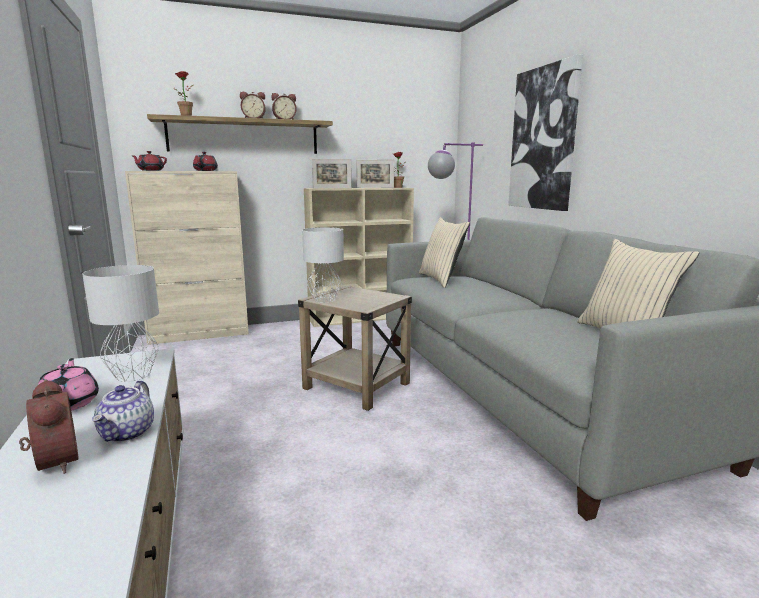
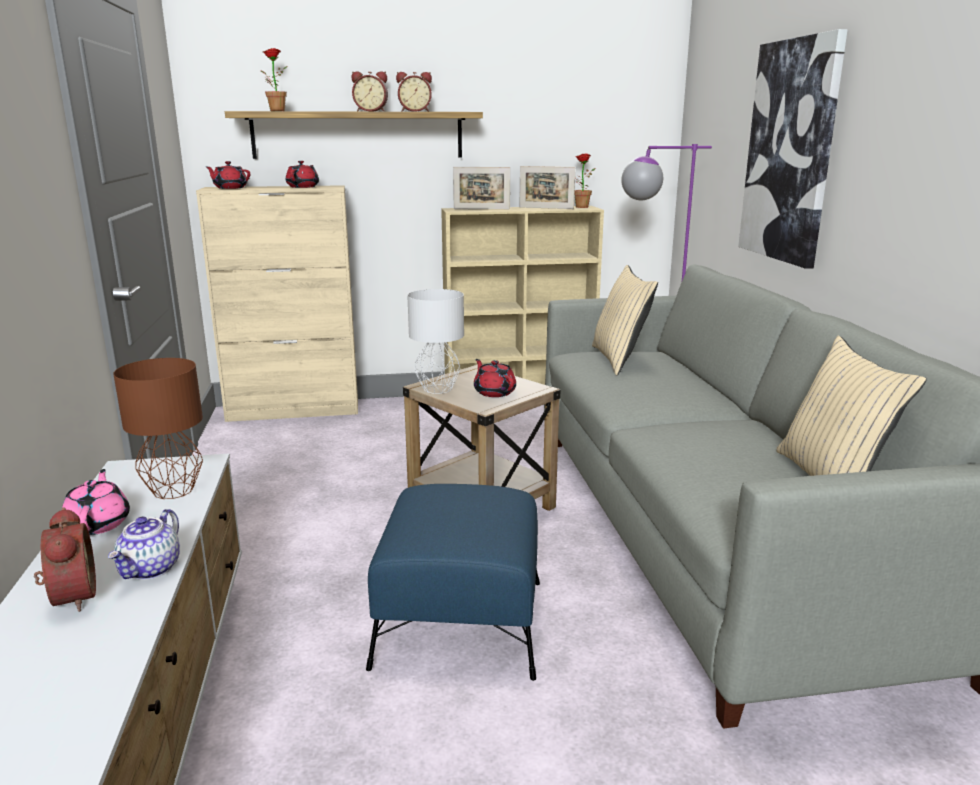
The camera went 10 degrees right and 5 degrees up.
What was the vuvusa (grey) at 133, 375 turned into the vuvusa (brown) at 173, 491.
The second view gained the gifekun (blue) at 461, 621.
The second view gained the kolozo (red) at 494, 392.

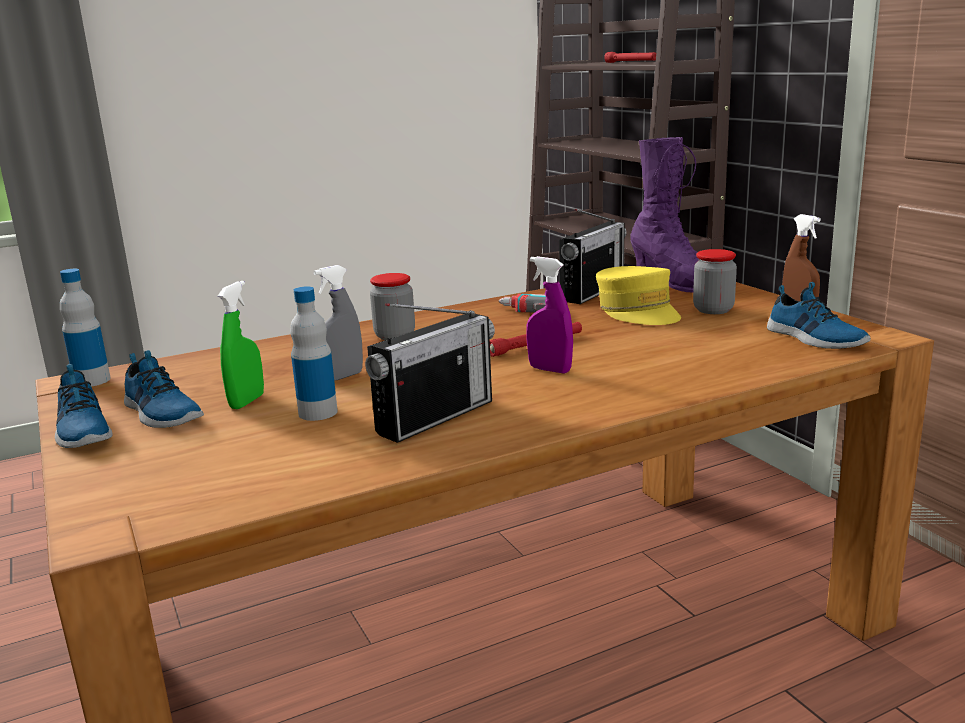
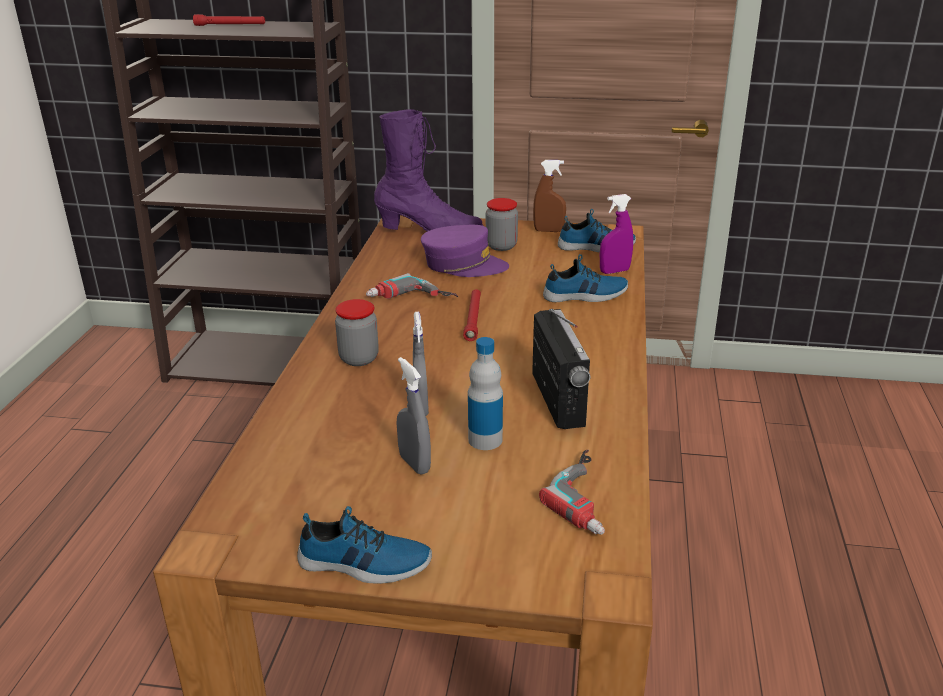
The camera went 55 degrees left and 10 degrees up.
What was the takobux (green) at 247, 402 turned into the takobux (grey) at 414, 464.
What was the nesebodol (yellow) at 638, 311 turned into the nesebodol (purple) at 463, 265.
The second view gained the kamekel at 591, 498.
The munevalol ended up elsewhere, having gone from 161, 414 to 585, 295.
The takobux (purple) ended up elsewhere, having gone from 550, 369 to 614, 271.
The second view lost the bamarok at 92, 380.
The second view lost the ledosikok at 592, 292.

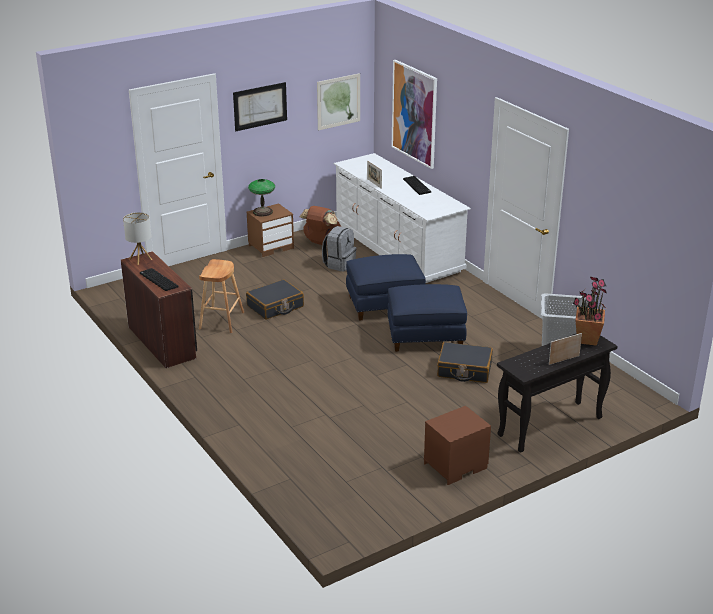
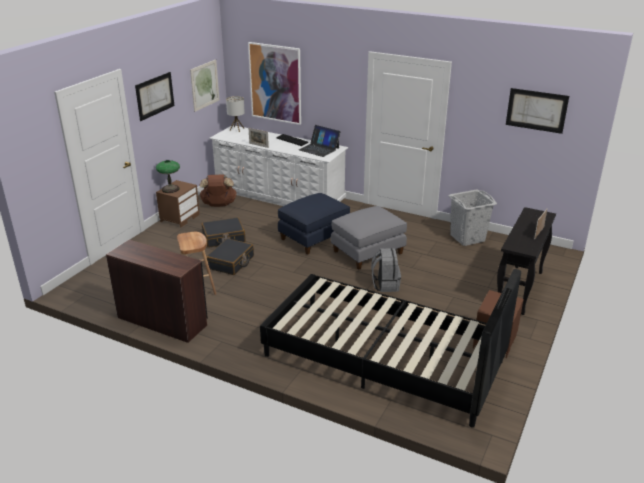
The camera went 30 degrees left and 0 degrees up.
The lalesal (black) ended up elsewhere, having gone from 464, 370 to 223, 238.
The vuvusa ended up elsewhere, having gone from 140, 259 to 236, 129.
The second view gained the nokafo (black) at 383, 359.
The second view gained the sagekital at 319, 149.
What was the gifekun (blue) at 425, 337 turned into the gifekun (grey) at 368, 253.
The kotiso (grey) ended up elsewhere, having gone from 339, 264 to 385, 285.
The second view gained the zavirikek at 536, 110.
The second view lost the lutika at 157, 280.
The second view lost the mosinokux at 587, 339.

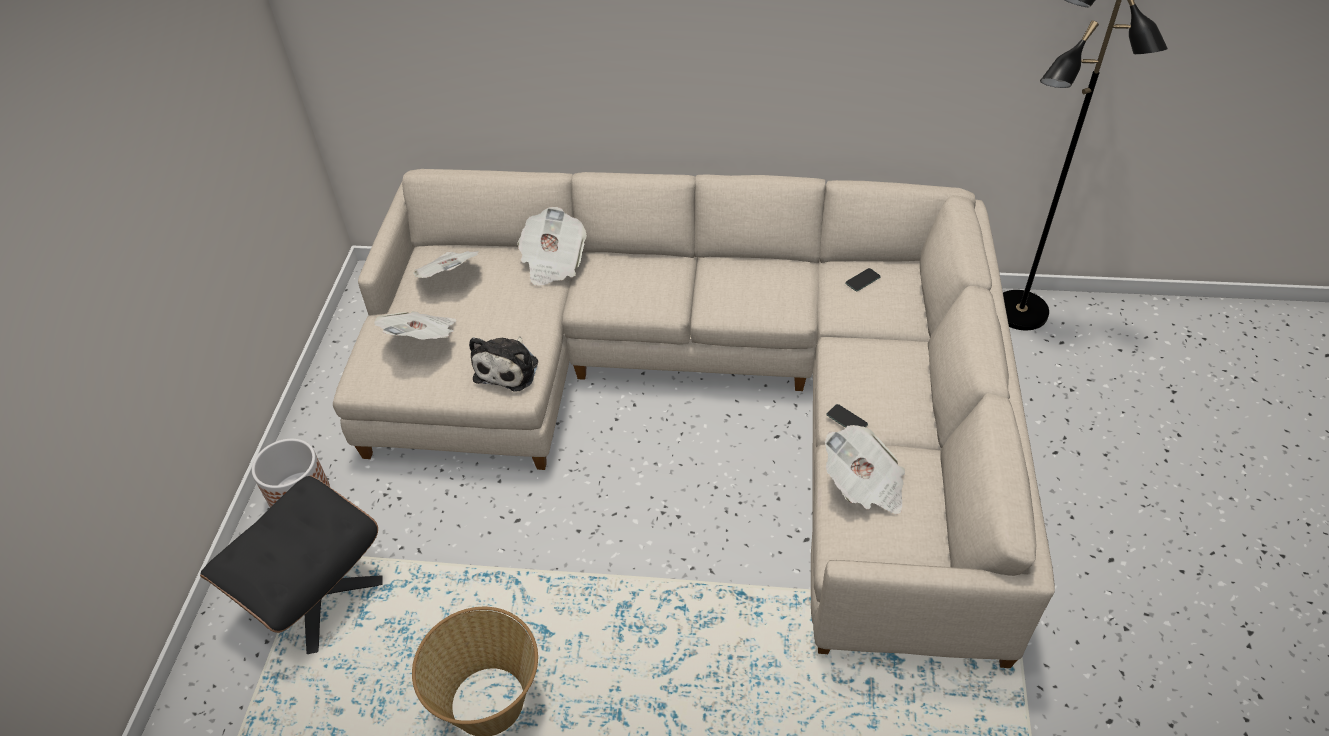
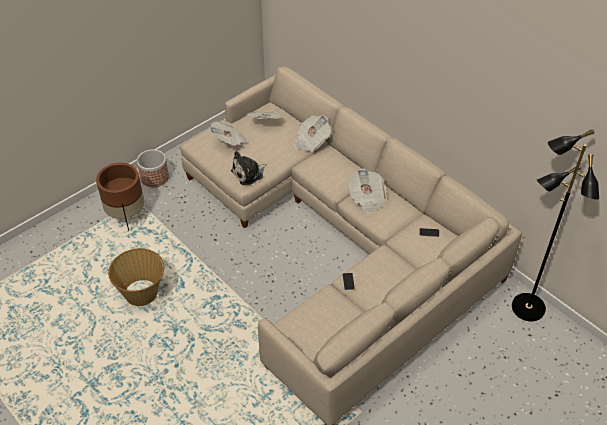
The camera went 40 degrees right and 0 degrees up.
Where the gifekun (black) stood at 315, 593, the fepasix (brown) came to stand at 126, 215.
The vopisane ended up elsewhere, having gone from 864, 485 to 367, 199.

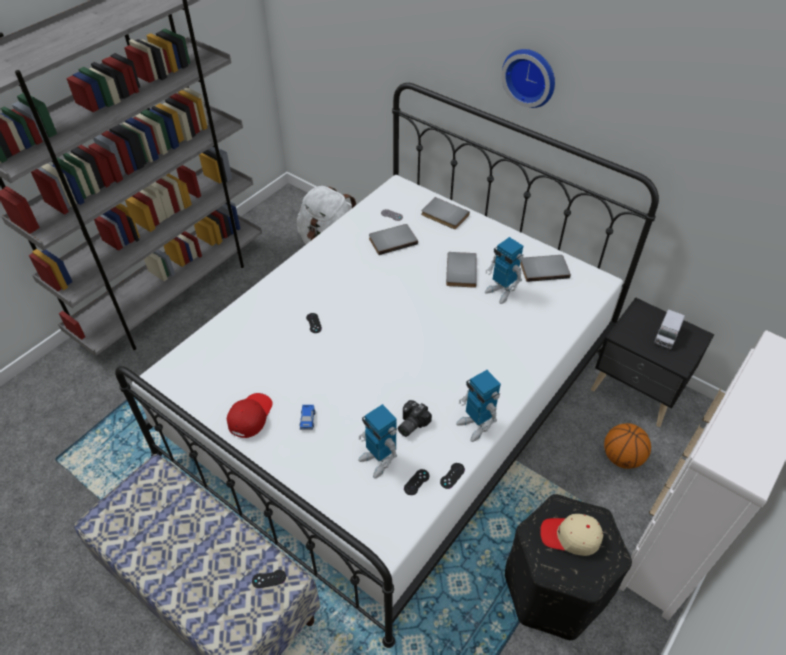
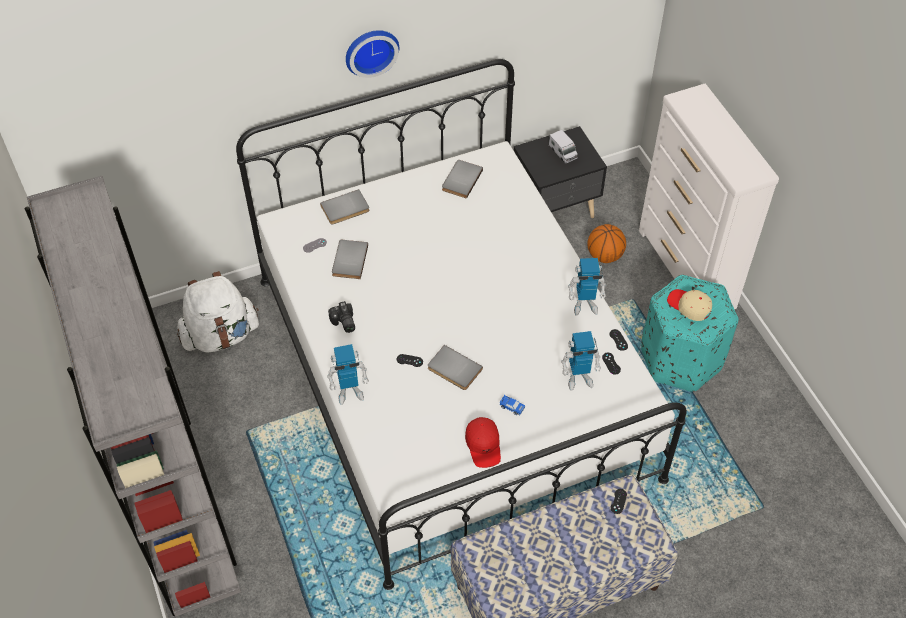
The camera went 60 degrees left and 5 degrees up.
The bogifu ended up elsewhere, having gone from 500, 292 to 349, 391.
The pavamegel ended up elsewhere, having gone from 410, 424 to 343, 323.
The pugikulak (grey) ended up elsewhere, having gone from 459, 271 to 453, 370.
The nesebodol (red) at 250, 417 ended up facing another way, 150 degrees counterclockwise from before.
What was the gifekun (black) at 554, 590 turned into the gifekun (turquoise) at 681, 359.
The nesebodol (beige) at 570, 536 ended up facing another way, 90 degrees clockwise from before.

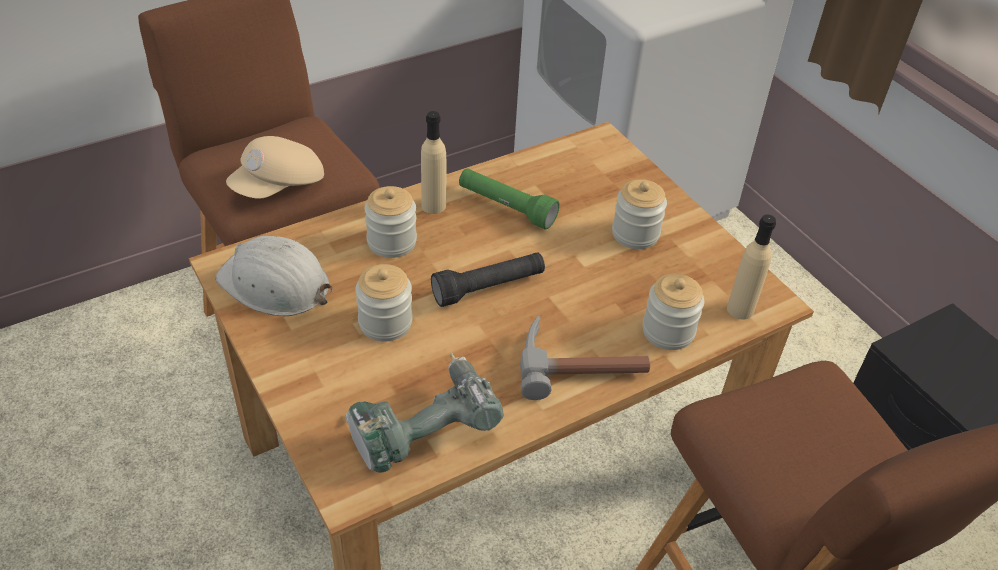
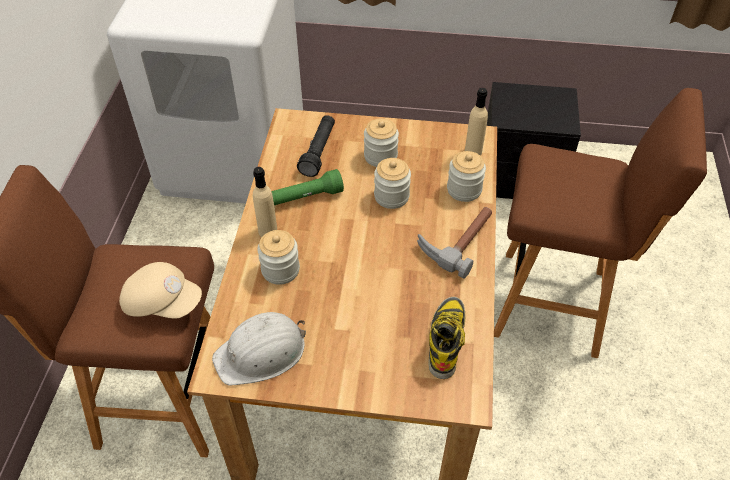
The camera went 50 degrees left and 5 degrees up.
The nesebodol (beige) at 279, 186 ended up facing another way, 60 degrees counterclockwise from before.
The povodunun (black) ended up elsewhere, having gone from 488, 288 to 318, 151.
The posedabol ended up elsewhere, having gone from 385, 322 to 391, 196.
Where the kamekel stood at 421, 426, the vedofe came to stand at 446, 339.

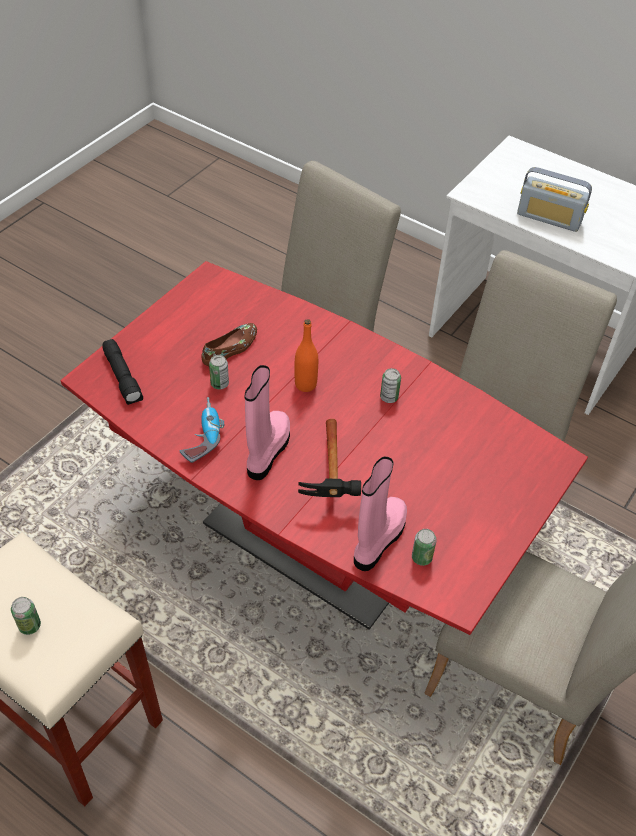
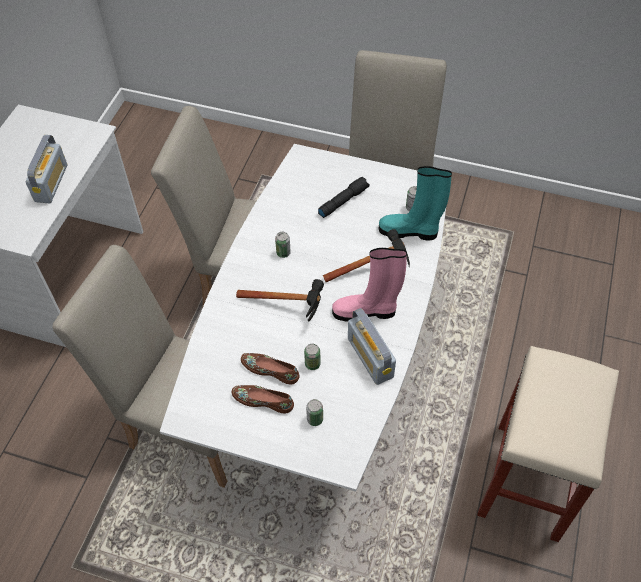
The camera went 105 degrees left and 5 degrees up.
What was the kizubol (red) at 312, 541 turned into the kizubol (white) at 321, 377.
The second view gained the munevalol (brown) at 263, 400.
Where the bamarok (orange) stood at 305, 384, the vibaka came to stand at 290, 306.
The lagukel ended up elsewhere, having gone from 30, 625 to 315, 419.
The povodunun (black) ended up elsewhere, having gone from 123, 377 to 343, 201.
Where the kamekel stood at 202, 435, the ledosikok came to stand at 370, 357.
What was the vedofe (pink) at 378, 539 turned into the vedofe (turquoise) at 410, 231.

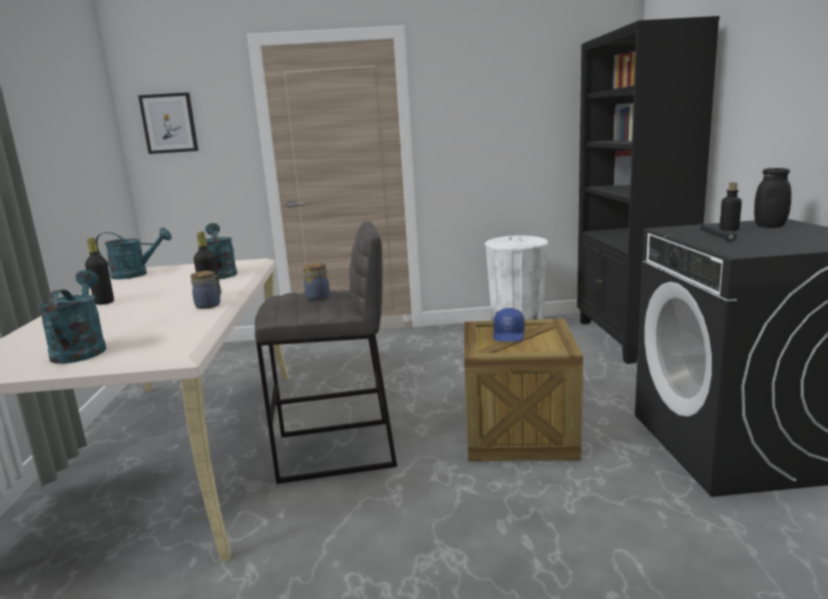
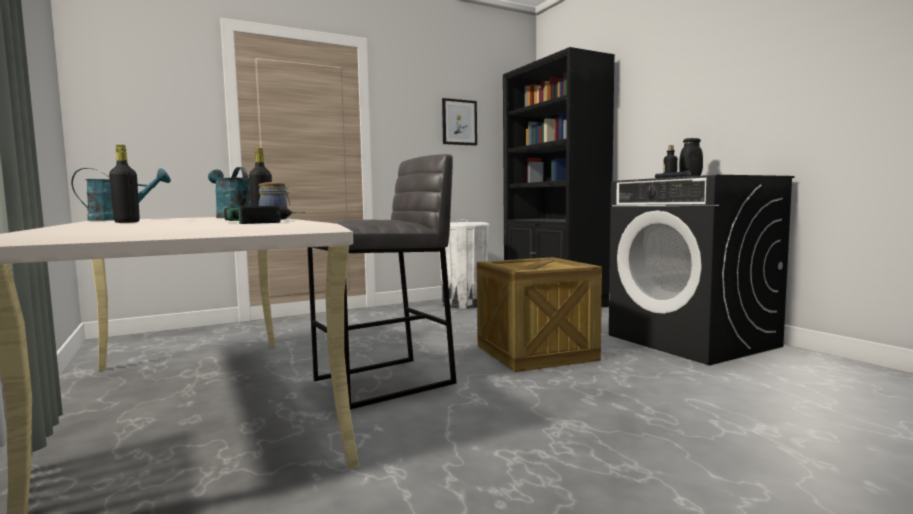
The camera went 25 degrees left and 10 degrees down.
The second view gained the kamekel at 274, 221.
The zavirikek ended up elsewhere, having gone from 169, 123 to 459, 122.
The second view lost the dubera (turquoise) at 81, 349.
The second view lost the posedabol at 317, 297.
The second view lost the nesebodol (blue) at 509, 335.

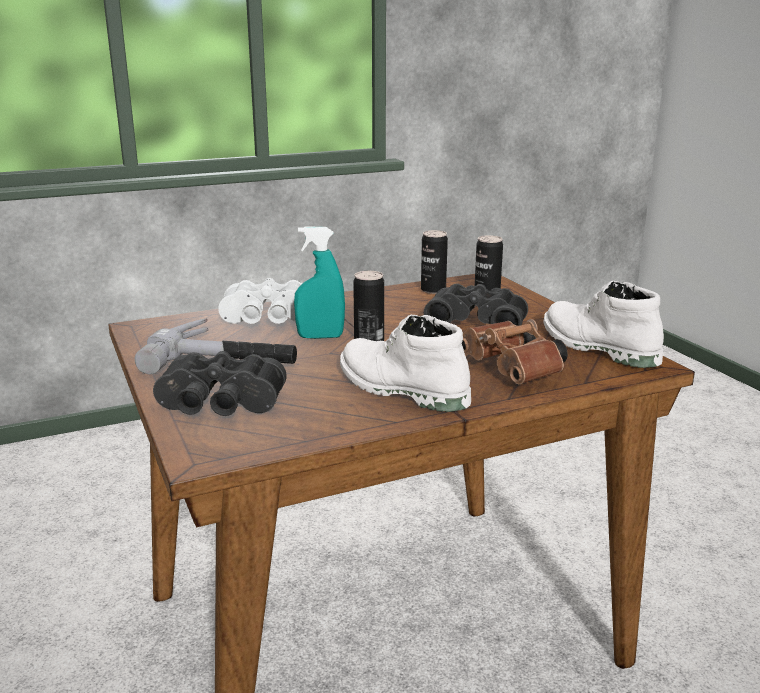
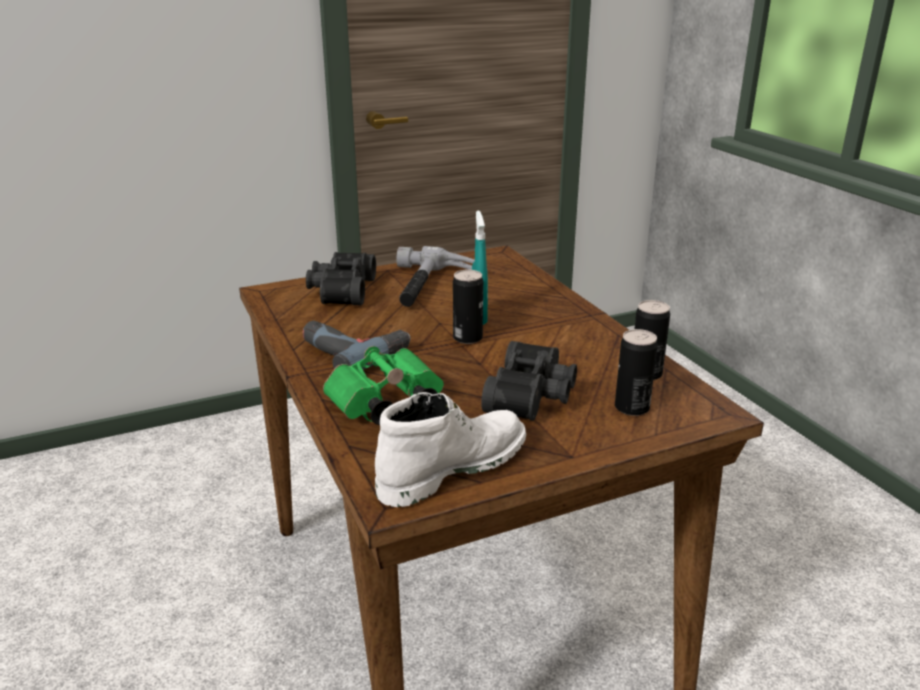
The camera went 90 degrees right and 5 degrees up.
Where the vedofe (white) stood at 400, 389, the kamekel came to stand at 354, 351.
What was the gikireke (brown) at 514, 371 turned into the gikireke (green) at 384, 407.
The second view lost the gikireke (white) at 268, 320.

